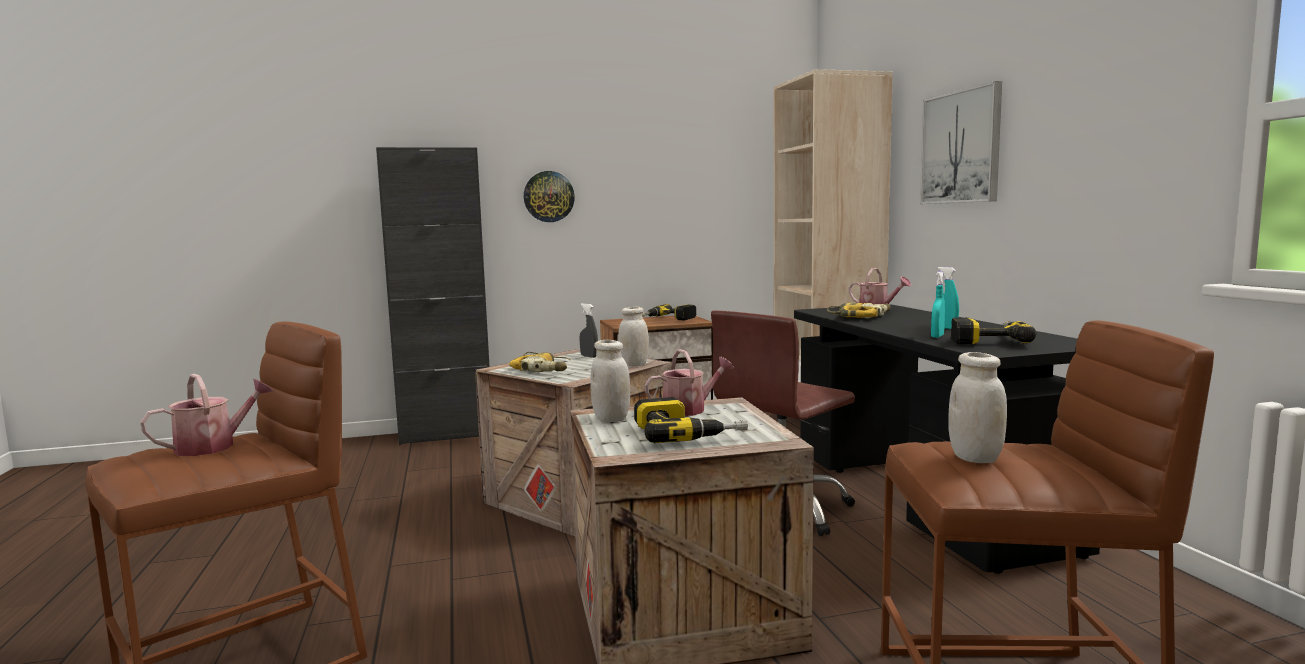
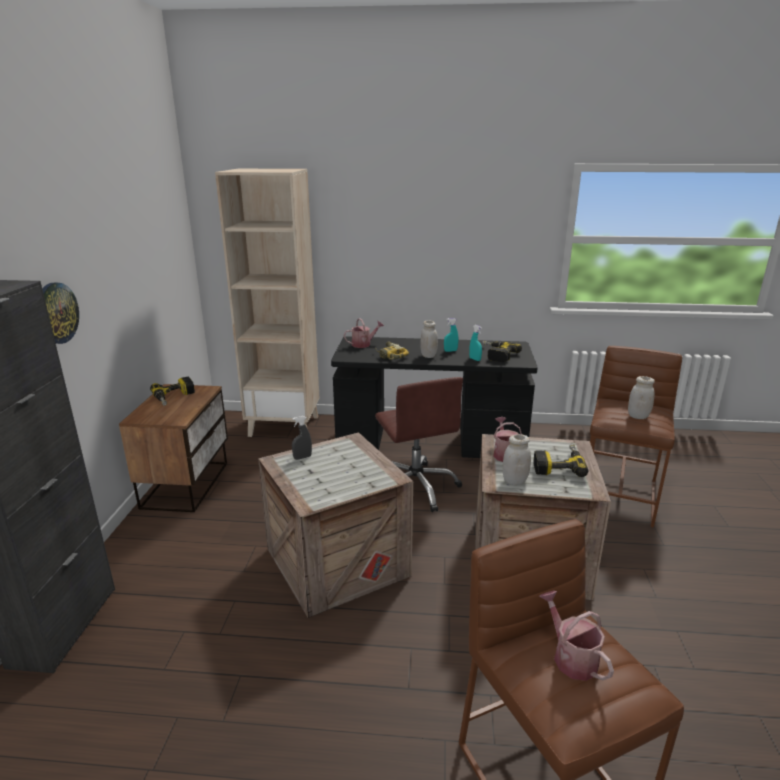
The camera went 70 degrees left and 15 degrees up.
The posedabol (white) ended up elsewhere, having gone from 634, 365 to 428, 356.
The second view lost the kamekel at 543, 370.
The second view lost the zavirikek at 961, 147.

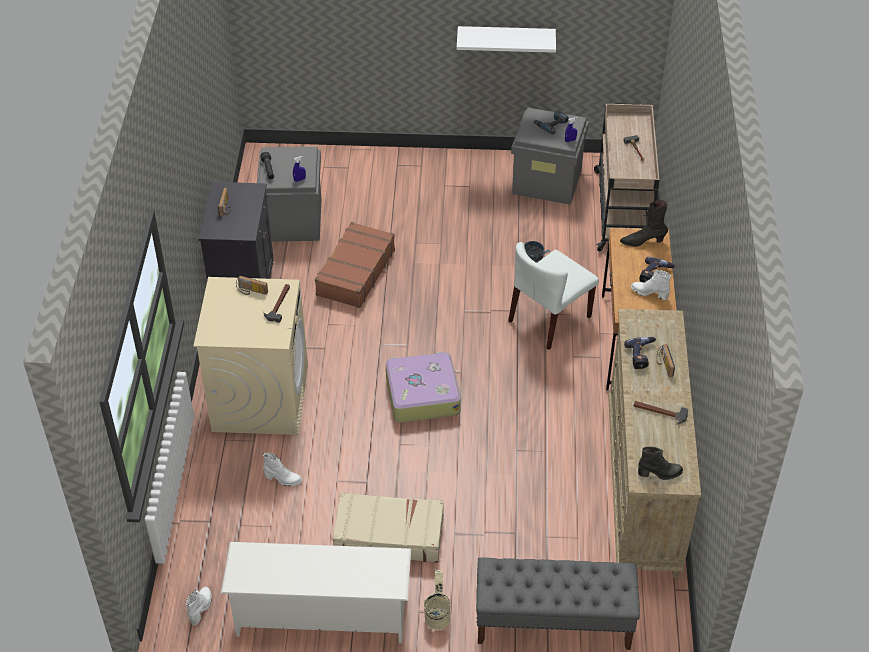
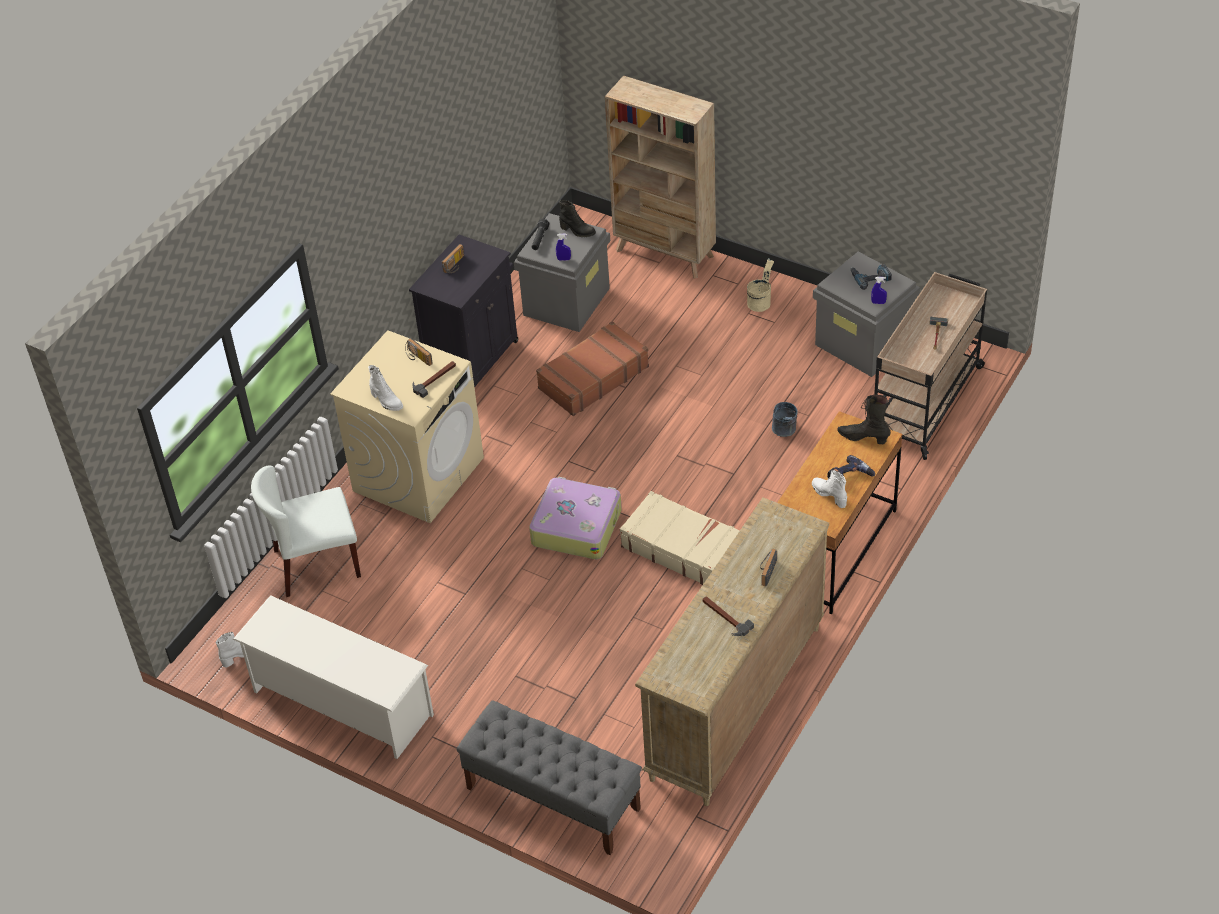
The camera went 30 degrees right and 0 degrees up.
The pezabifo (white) ended up elsewhere, having gone from 549, 319 to 316, 564.
The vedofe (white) ended up elsewhere, having gone from 283, 479 to 386, 401.
The vedofe (black) ended up elsewhere, having gone from 659, 473 to 577, 231.
The second view gained the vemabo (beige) at 665, 253.
The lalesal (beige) ended up elsewhere, having gone from 389, 534 to 682, 548.
The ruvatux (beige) ended up elsewhere, having gone from 437, 614 to 760, 301.
The second view lost the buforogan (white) at 506, 39.
The second view lost the kamekel at 642, 355.

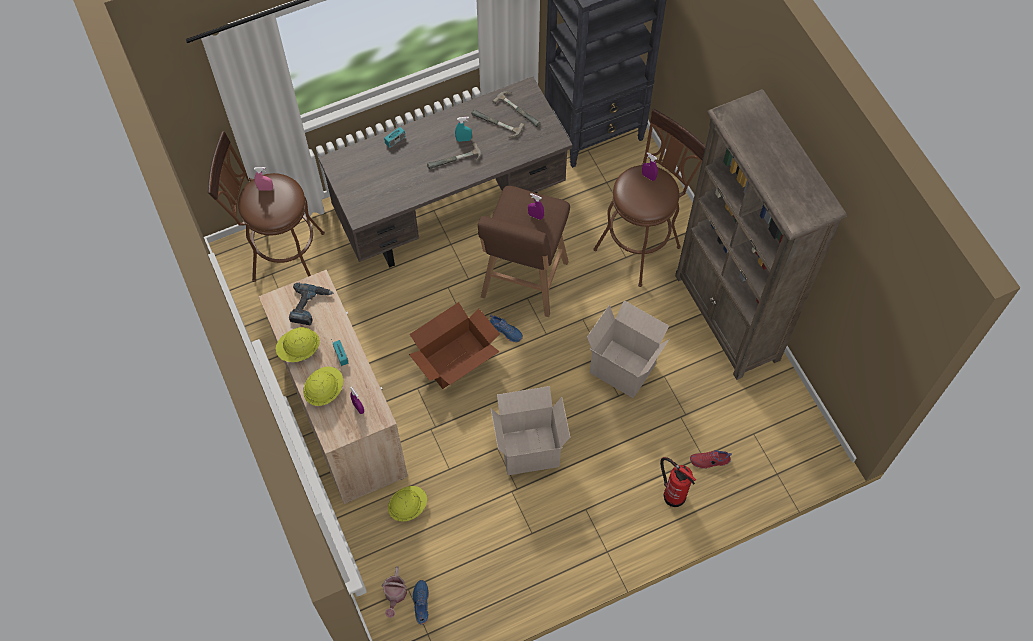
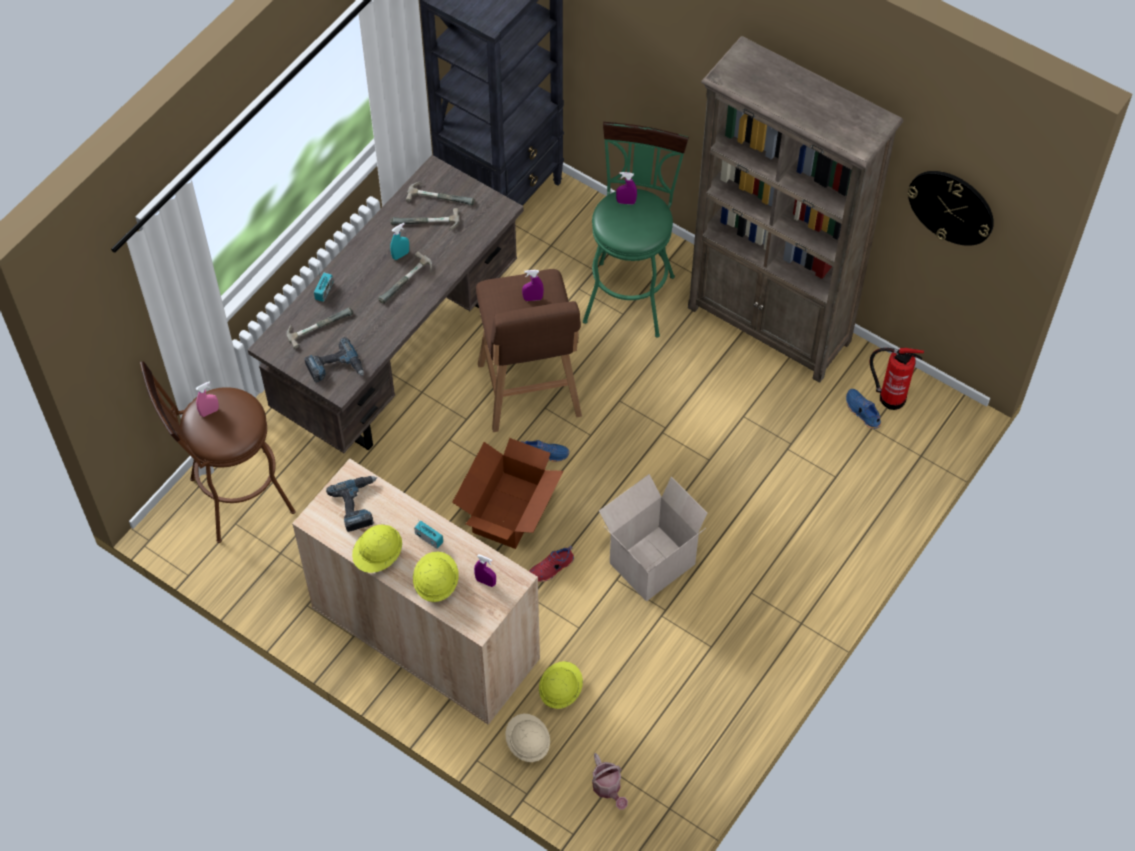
The camera went 30 degrees left and 5 degrees down.
The second view gained the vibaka at 318, 324.
The second view gained the kamekel at 335, 367.
The second view gained the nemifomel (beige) at 527, 743.
The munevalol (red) ended up elsewhere, having gone from 709, 461 to 551, 569.
What was the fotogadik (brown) at 641, 243 turned into the fotogadik (green) at 630, 291.
The munevalol (blue) ended up elsewhere, having gone from 420, 603 to 862, 412.
The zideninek ended up elsewhere, having gone from 673, 494 to 889, 397.
The second view gained the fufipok at 951, 207.
The second view lost the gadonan at 624, 367.

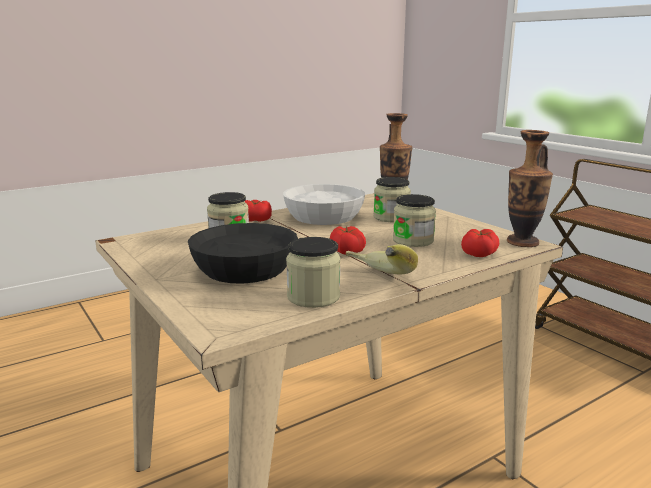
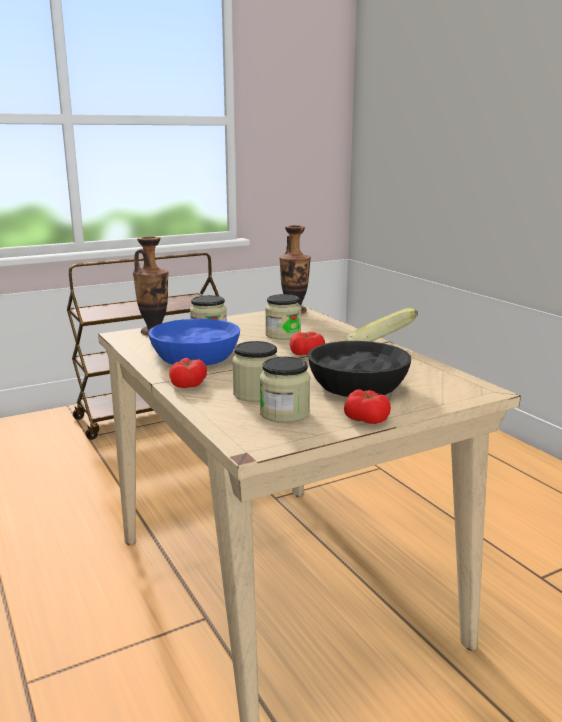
The camera went 85 degrees left and 0 degrees up.
What was the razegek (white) at 324, 218 turned into the razegek (blue) at 197, 357.
The posedabol ended up elsewhere, having gone from 313, 297 to 284, 413.
The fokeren ended up elsewhere, having gone from 479, 253 to 366, 419.

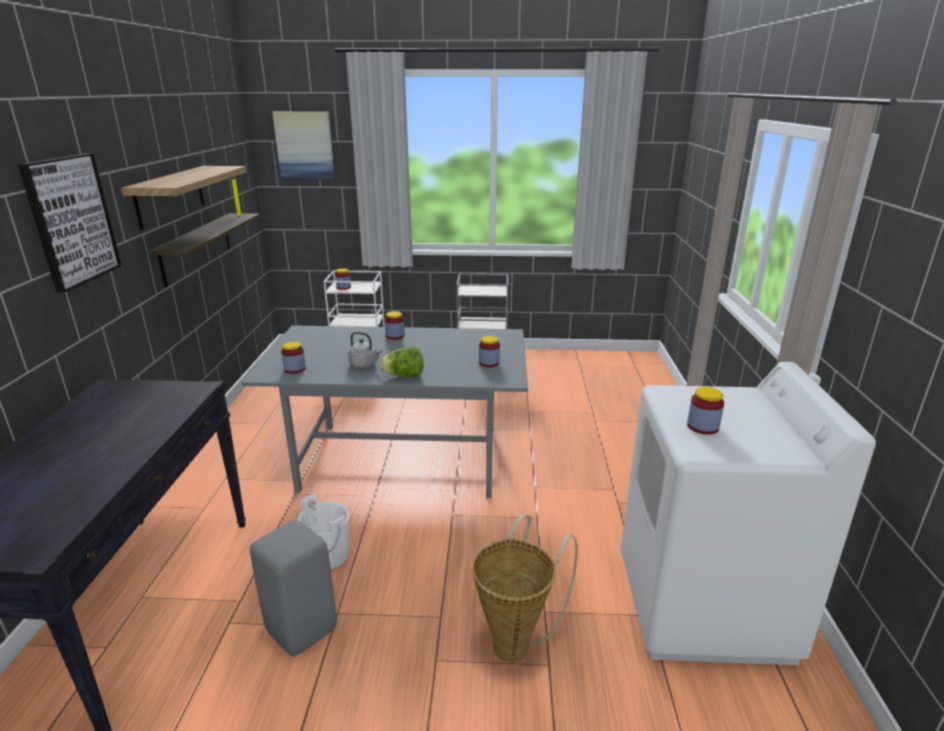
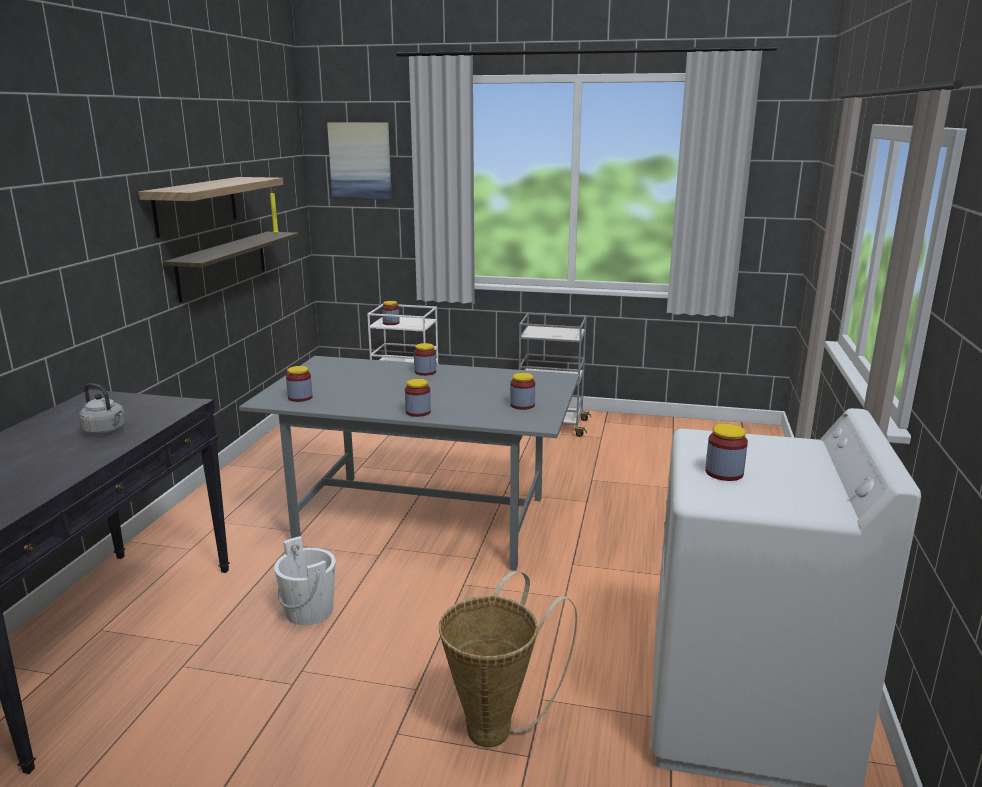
The camera went 10 degrees right and 5 degrees down.
The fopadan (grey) ended up elsewhere, having gone from 365, 364 to 106, 431.
Where the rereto stood at 404, 376, the posedabol came to stand at 418, 412.
The second view lost the zavirikek at 71, 220.
The second view lost the fotogadik (grey) at 300, 630.

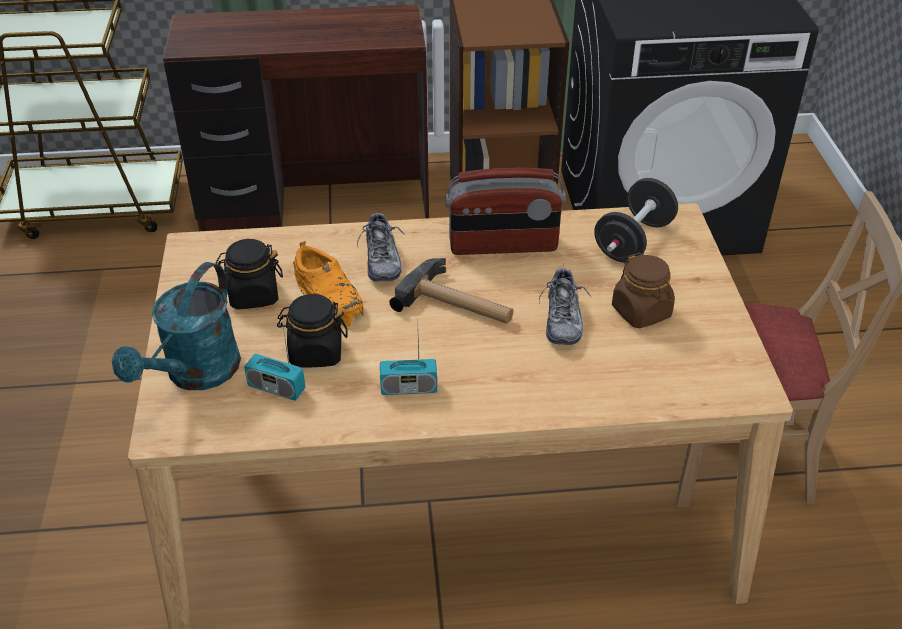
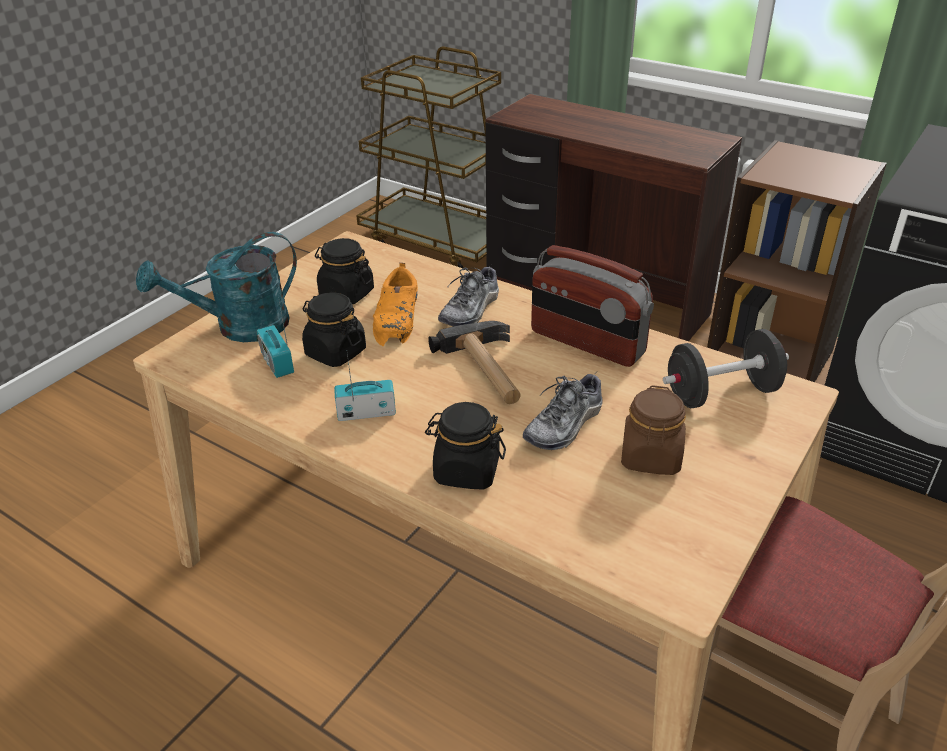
The camera went 40 degrees right and 5 degrees down.
The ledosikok at 408, 388 ended up facing another way, 135 degrees clockwise from before.
The second view gained the posedabol (black) at 466, 471.

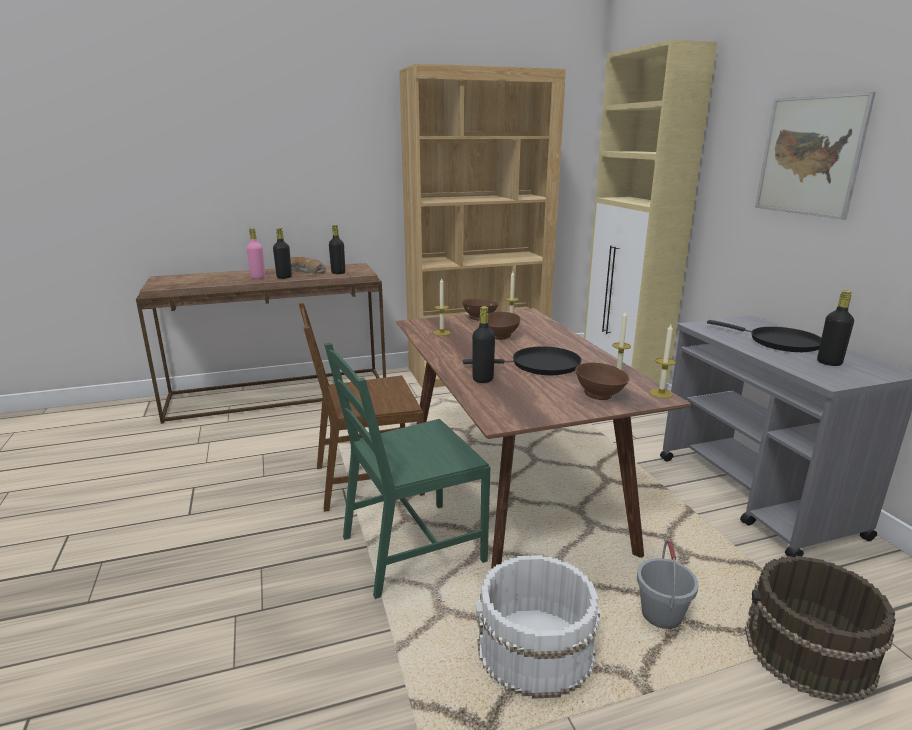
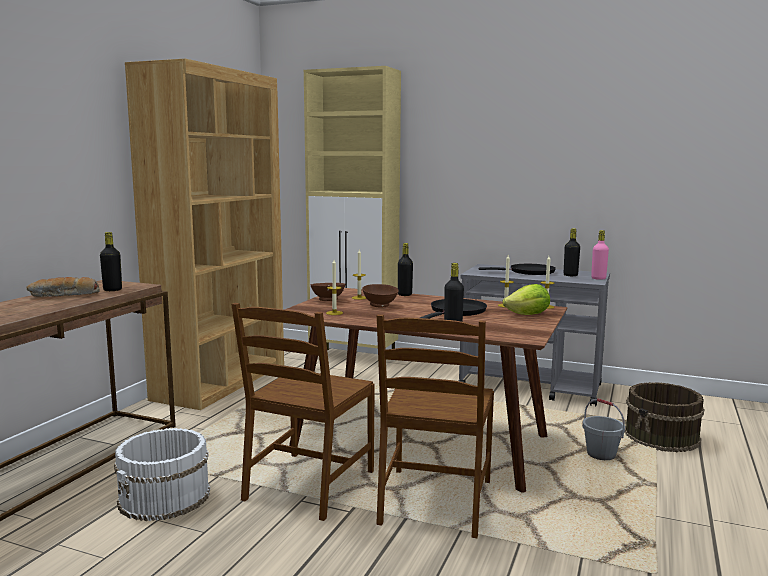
The camera went 50 degrees left and 10 degrees down.
The ruvatux (white) ended up elsewhere, having gone from 535, 651 to 165, 497.
What was the pezabifo (green) at 411, 549 turned into the pezabifo (brown) at 435, 502.
The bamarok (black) ended up elsewhere, having gone from 284, 277 to 404, 295.
Where the razegek (brown) stood at 600, 395, the rereto came to stand at 528, 315.
The bamarok (pink) ended up elsewhere, having gone from 258, 278 to 598, 278.
The second view lost the zavirikek at 809, 156.

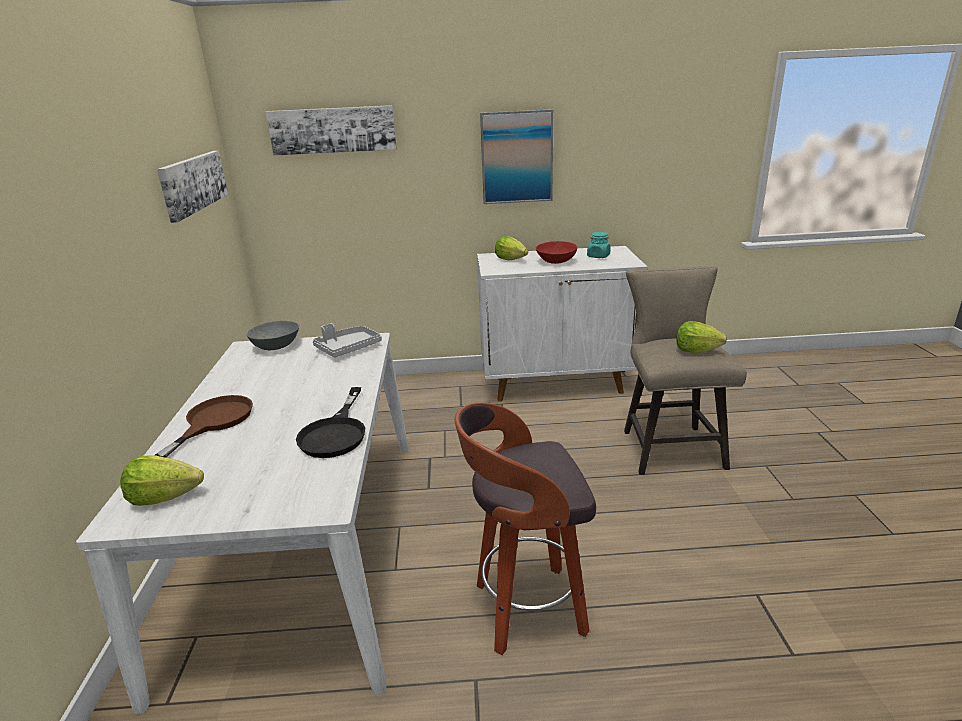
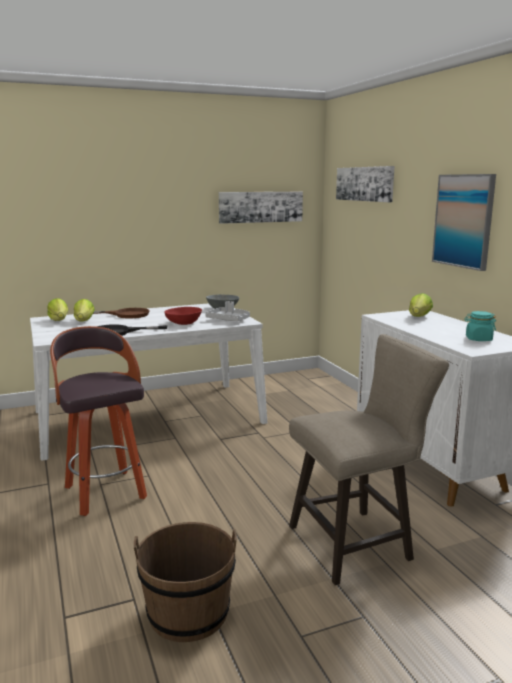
The camera went 70 degrees right and 10 degrees down.
The rereto ended up elsewhere, having gone from 696, 350 to 84, 321.
The second view gained the ruvatux (brown) at 188, 613.
The razegek (red) ended up elsewhere, having gone from 556, 261 to 184, 323.

